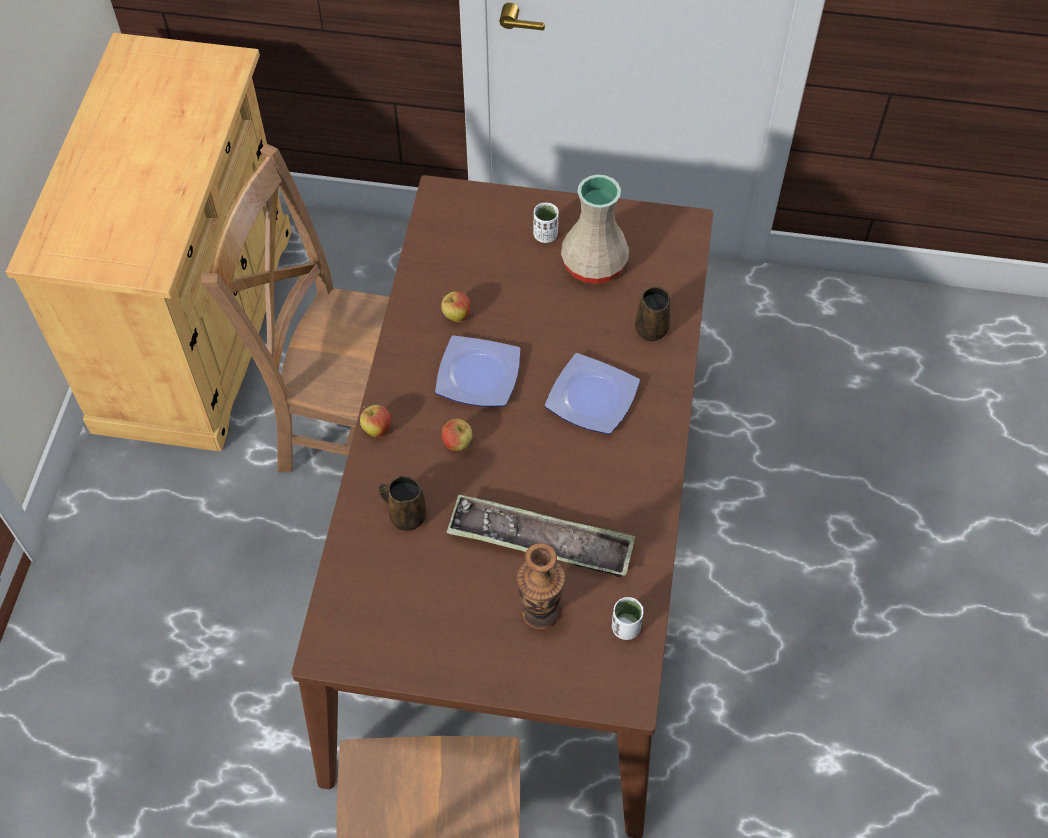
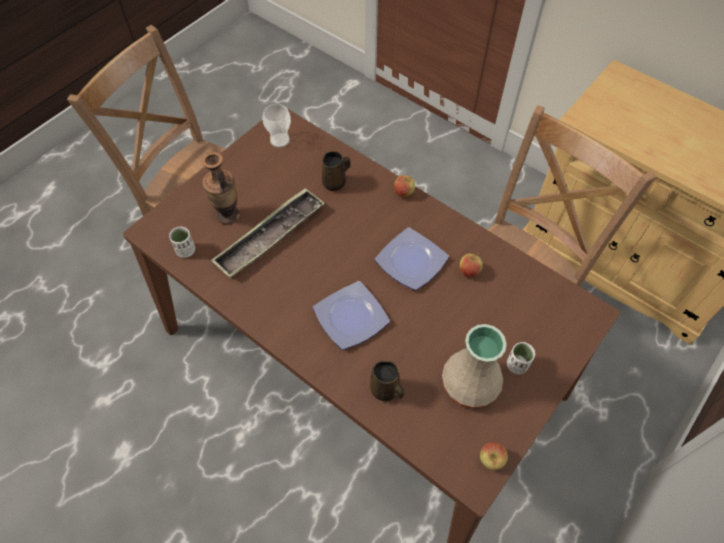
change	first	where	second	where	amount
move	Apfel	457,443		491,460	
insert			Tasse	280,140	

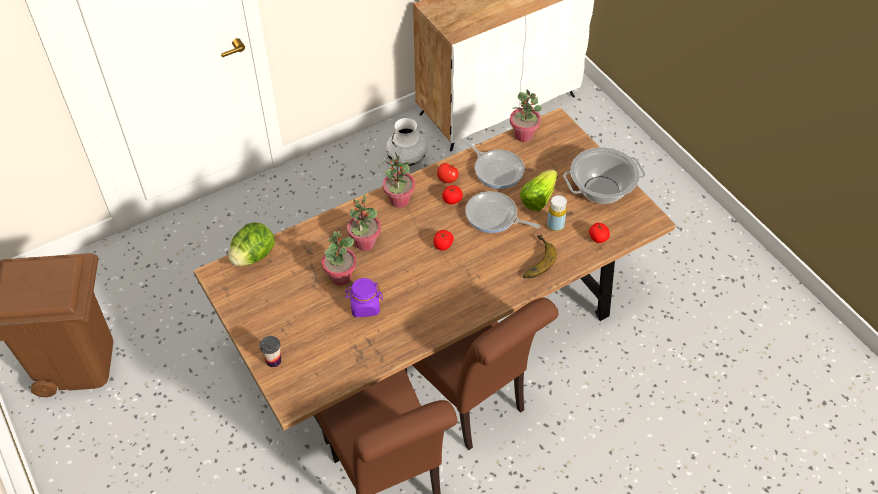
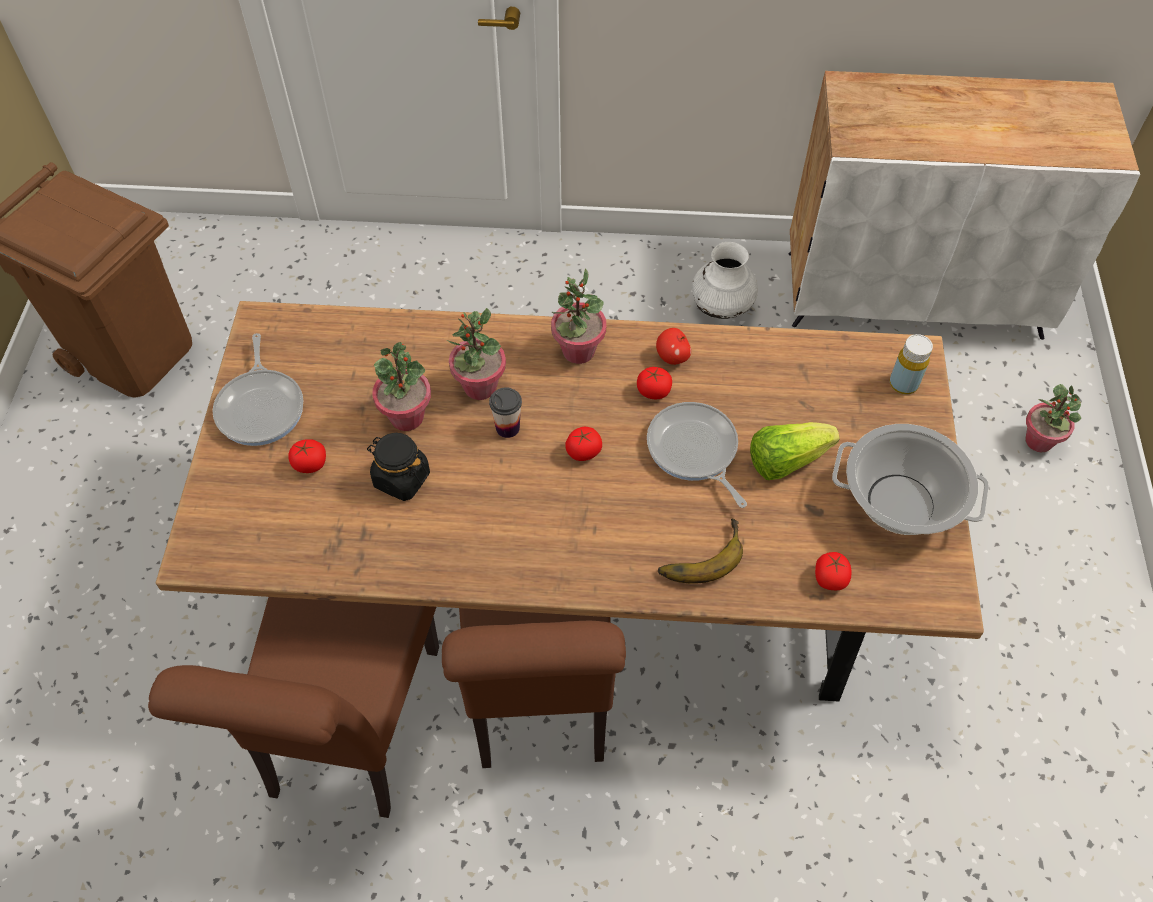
change	first	where	second	where	amount
move	Topfpflanze	524,135		1039,441	
move	Pfanne	496,170		261,407	
move	Flasche/gelb	555,225		903,384	
delete	Salatkopf	253,256			
recolor	Vorratsglas/lila	365,306	Vorratsglas/schwarz	401,479	
move	Tasse	273,360		507,428	
insert			Tomate	310,464	

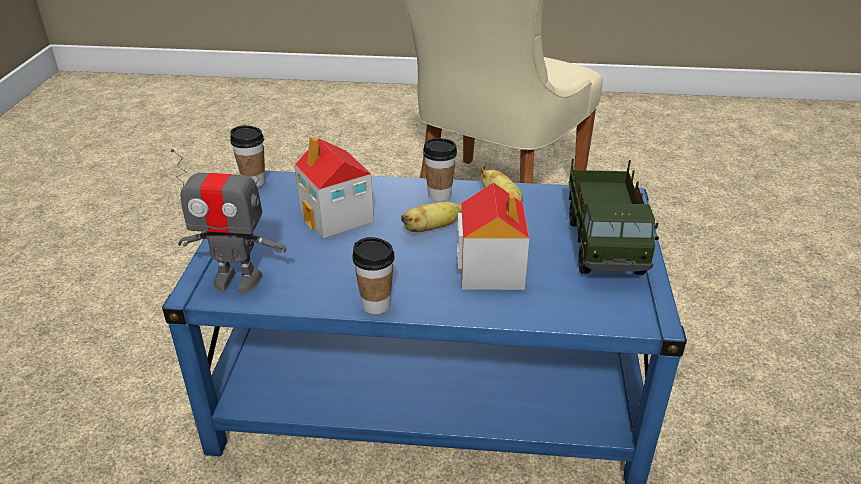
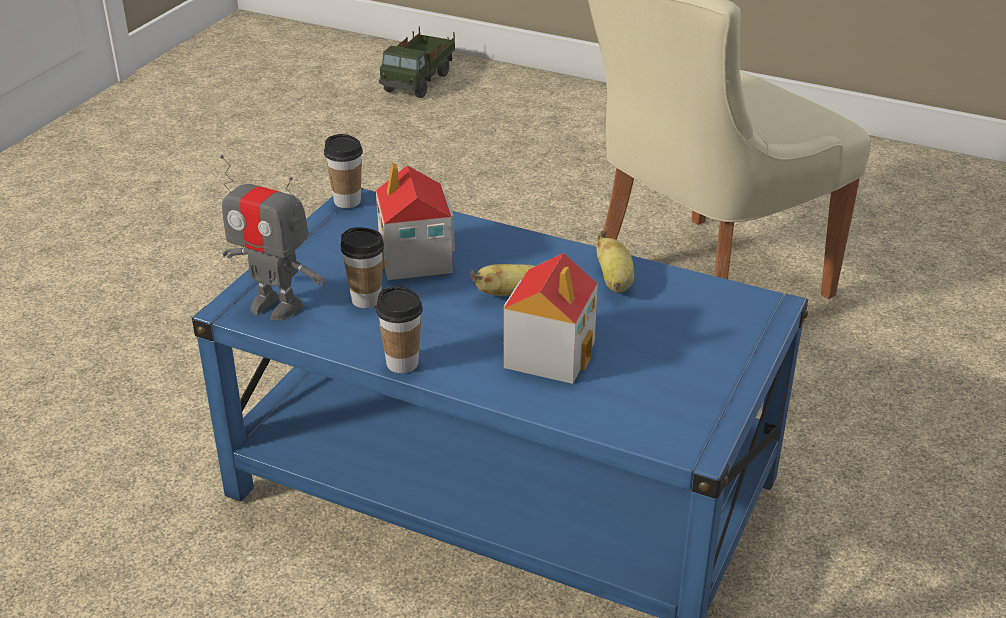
change	first	where	second	where	amount
move	Tasse	439,195		366,299	
move	Spielzeuglaster	604,243		419,82	

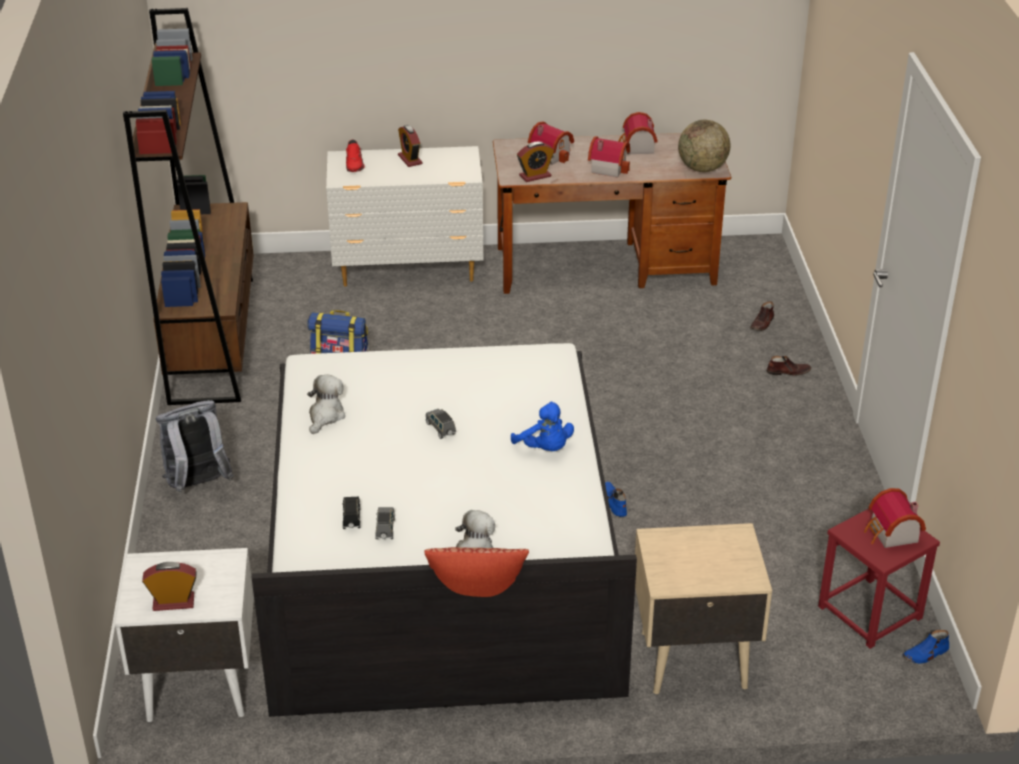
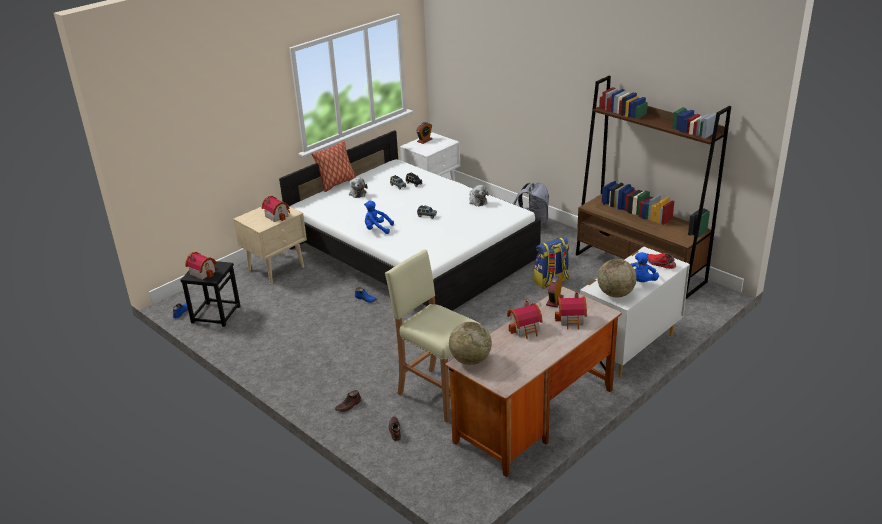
change	first	where	second	where	amount
move	Spielzeughaus	636,148		277,215	
replace	Wecker	410,159	Plüschtier/blau	641,281	
recolor	Hocker/rot	870,613	Hocker/schwarz	215,314	
insert			Hocker/beige	438,394	
insert			Globus	615,294	

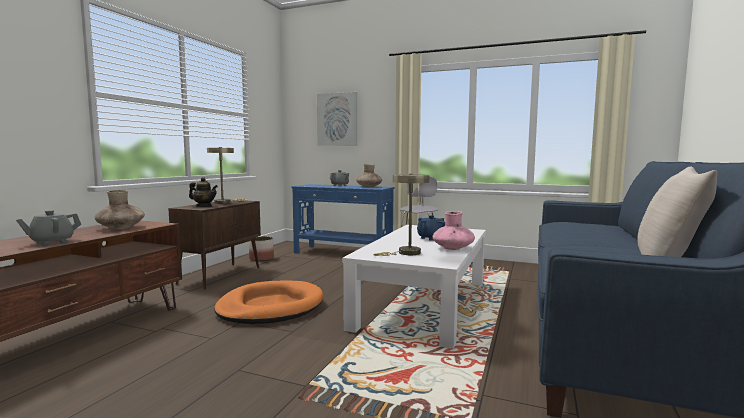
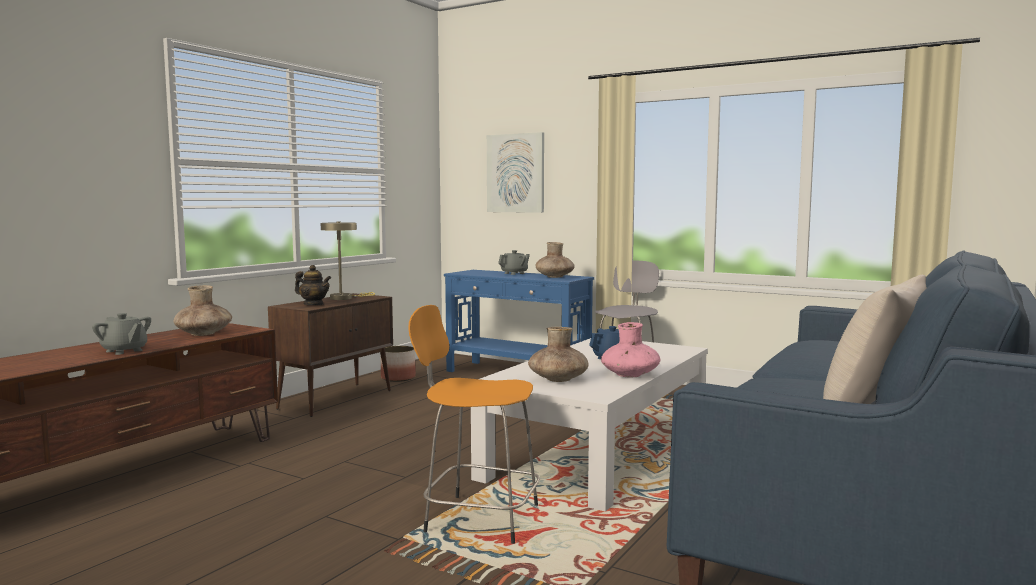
change	first	where	second	where	amount
replace	Tischlampe/beige	406,253	Vase/braun	558,379	
rotate	Teekanne/grau	51,242		124,351	105 degrees counterclockwise
delete	Hundebett/orange	270,307			
insert			Hocker/orange	478,518	

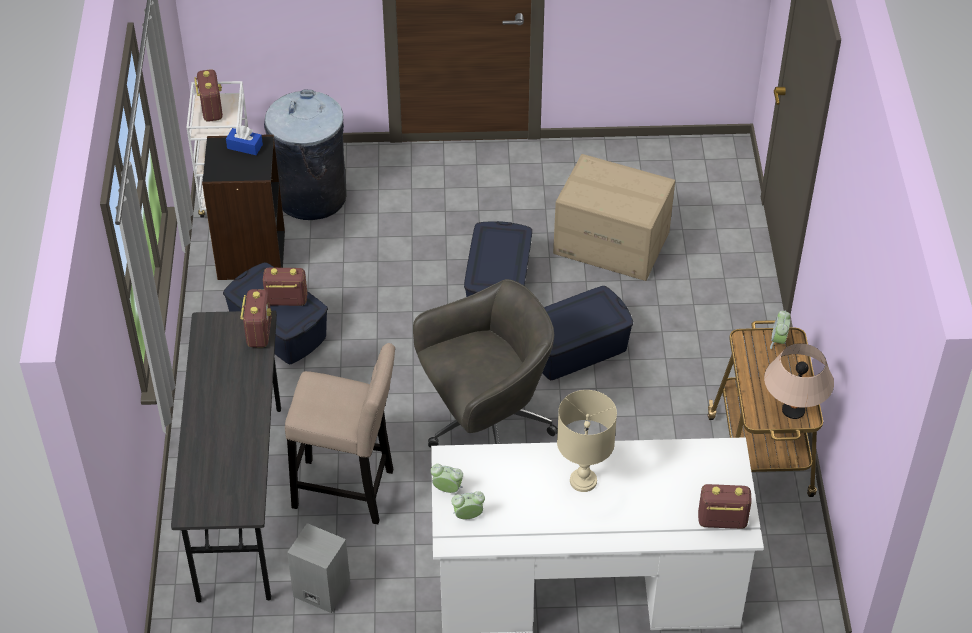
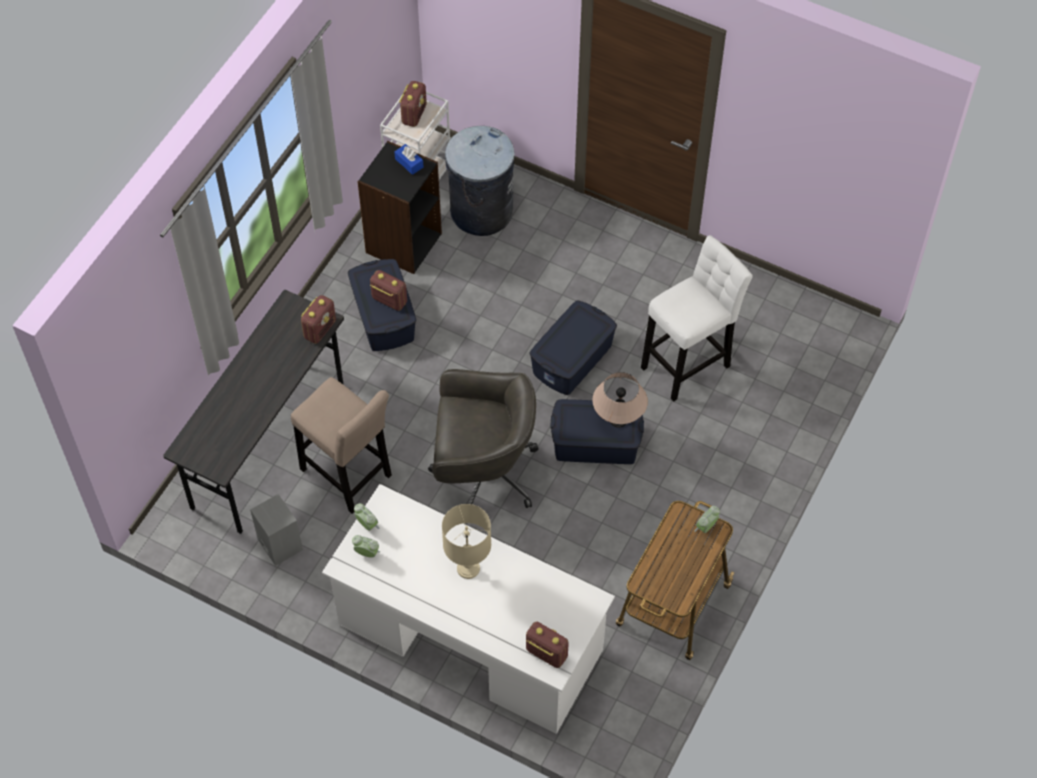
change	first	where	second	where	amount
replace	Karton	612,242	Hocker/weiß	689,363	
move	Tischlampe/beige	793,411		618,420	

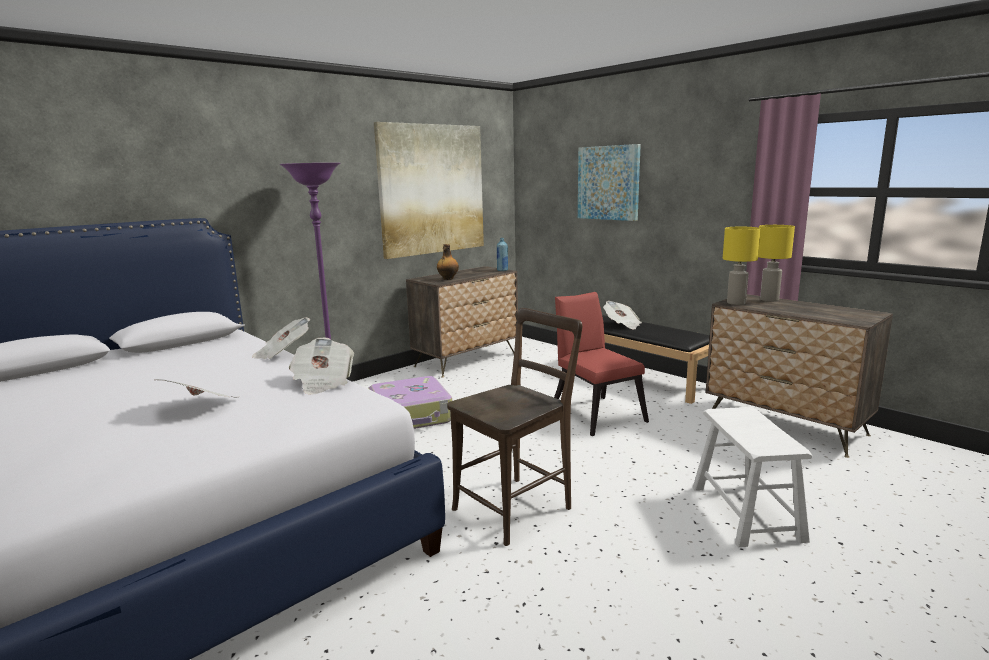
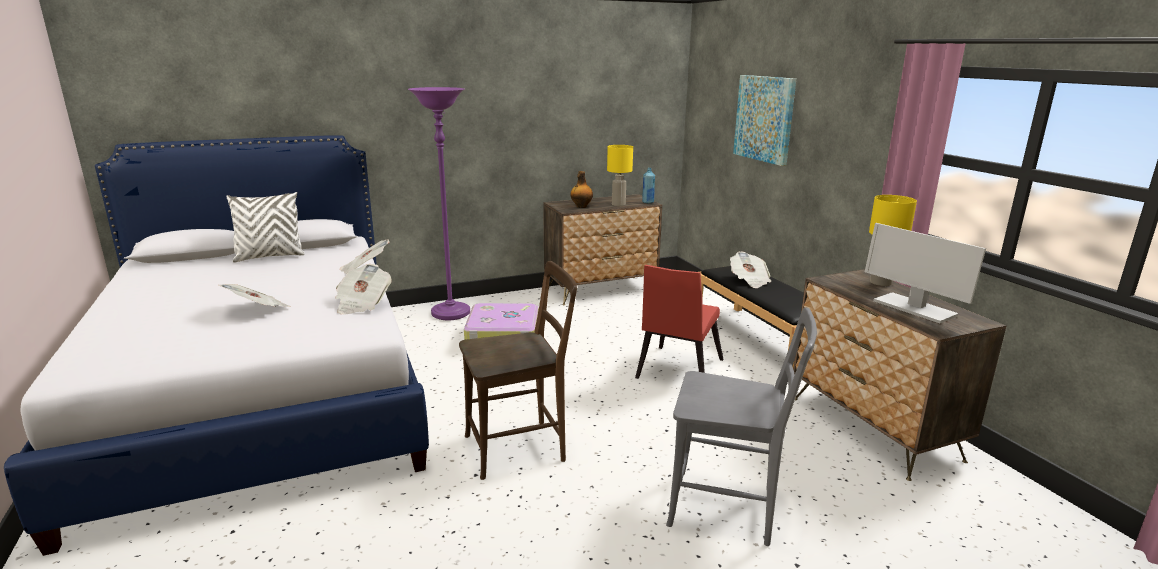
change	first	where	second	where	amount
delete	Bild	432,189			
move	Tischlampe/gelb	736,303		619,205	
rotate	Stuhl/rot	595,413		677,371	150 degrees counterclockwise
replace	Hocker/weiß	746,512	Stuhl/grau	729,509	
insert			Kissen/weiß	270,256	
insert			Monitor	913,308	

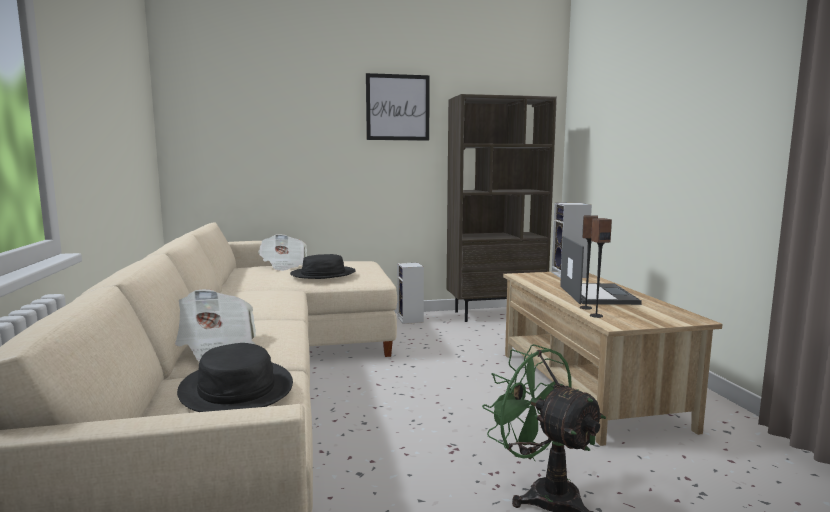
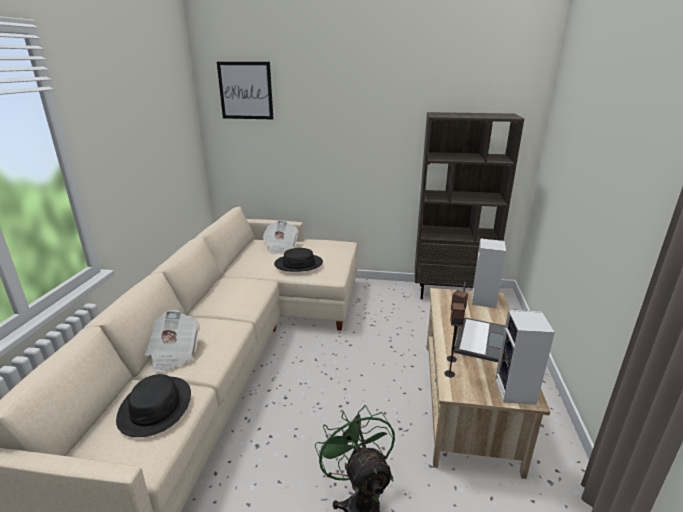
change	first	where	second	where	amount
move	Bild	397,107		245,90	
move	Lautsprecher	411,320		516,392	

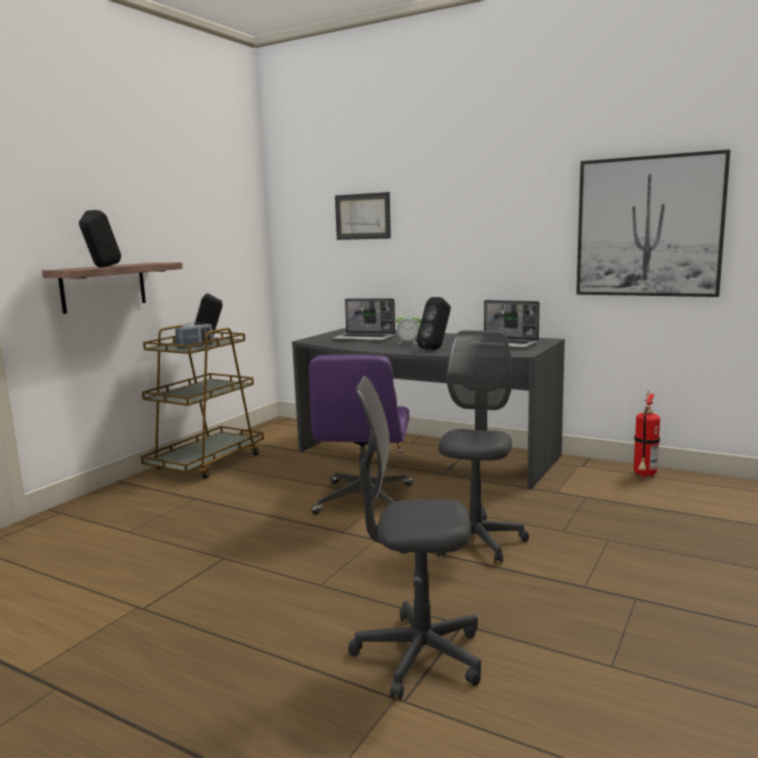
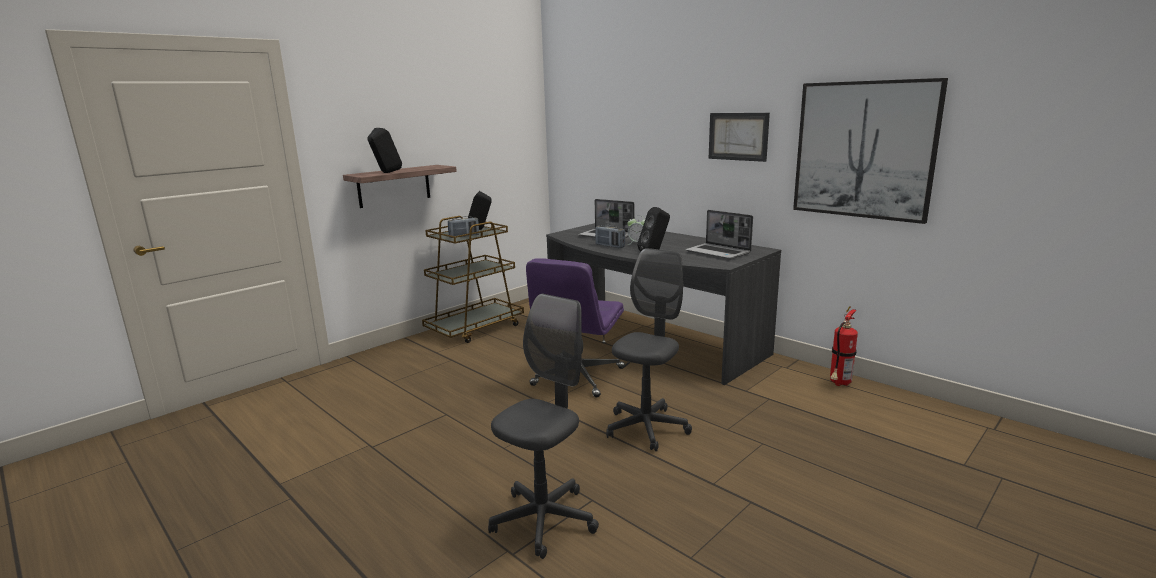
change	first	where	second	where	amount
move	Bild	363,216		738,136	
rotate	Bürostuhl/grau	419,656		544,520	105 degrees clockwise
insert			Radio	610,246	

